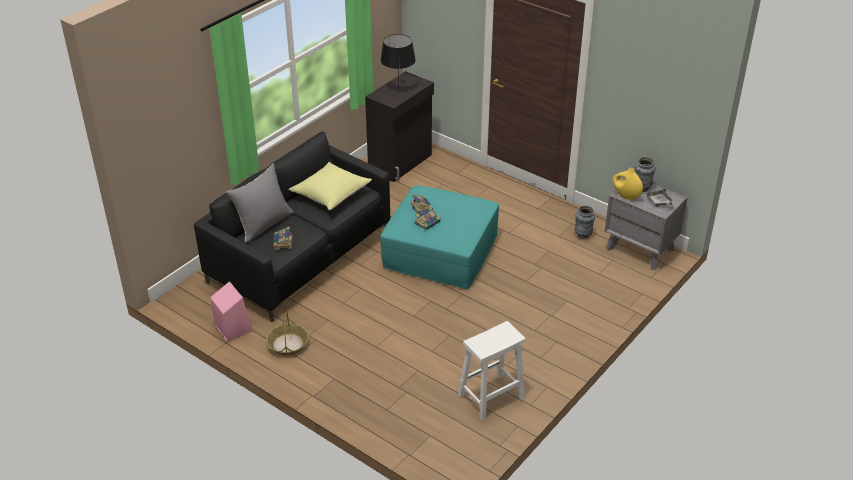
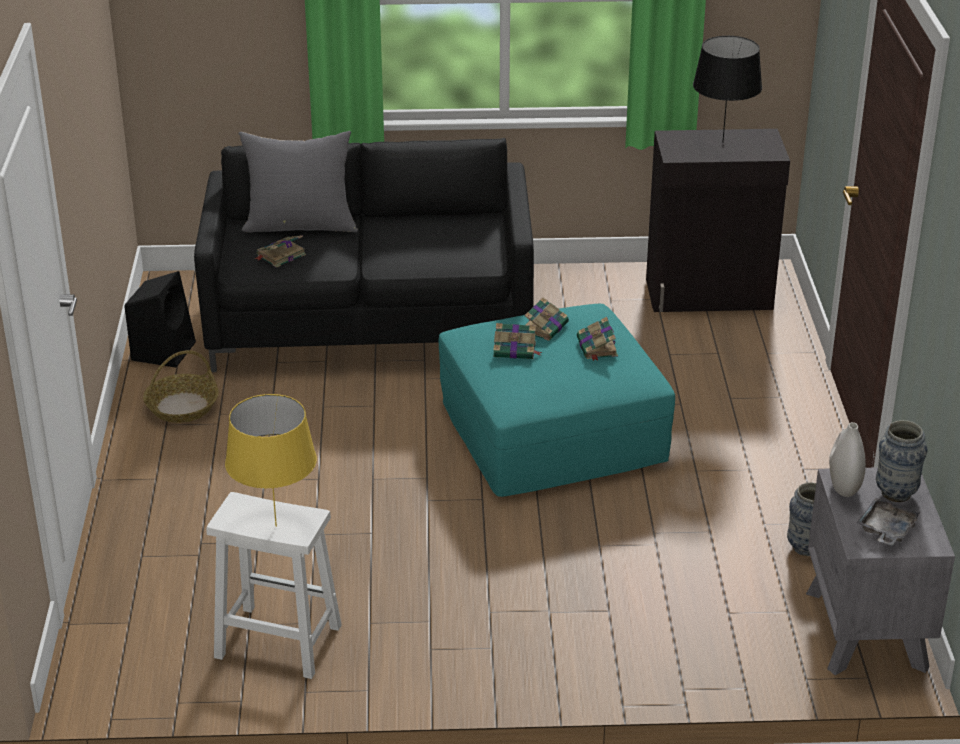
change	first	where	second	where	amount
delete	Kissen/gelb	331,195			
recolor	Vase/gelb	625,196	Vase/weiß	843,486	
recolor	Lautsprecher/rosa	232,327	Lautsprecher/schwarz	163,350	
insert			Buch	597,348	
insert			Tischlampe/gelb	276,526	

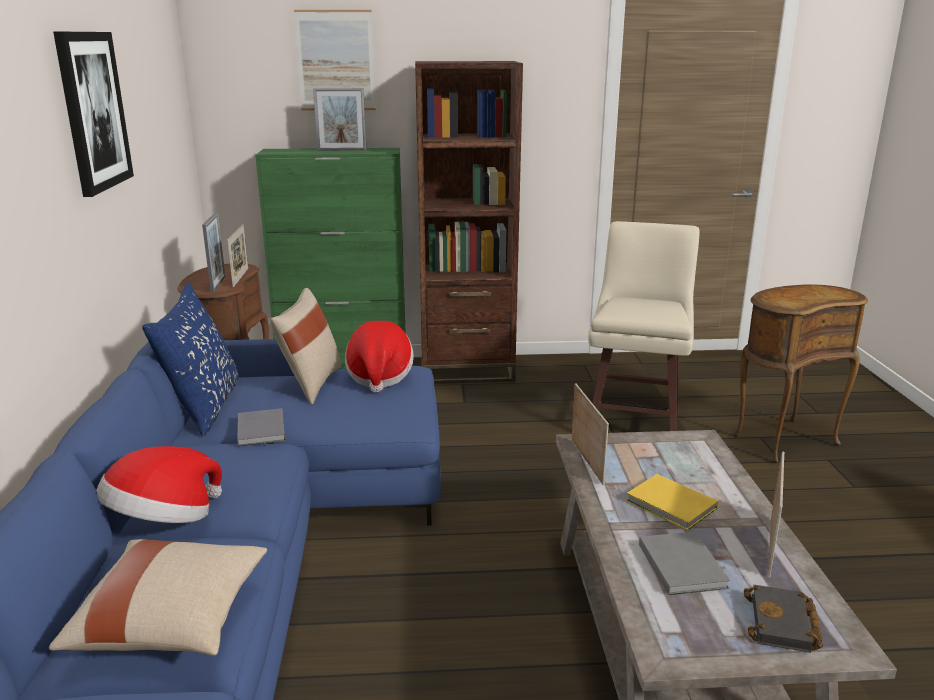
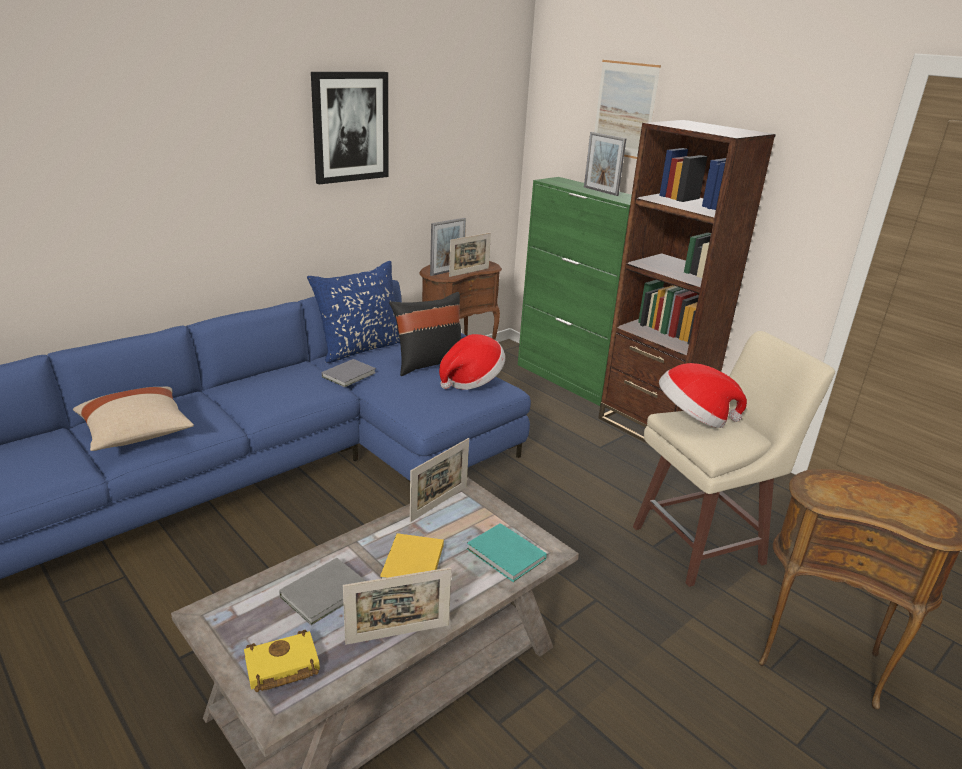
change	first	where	second	where	amount
recolor	Kissen/beige	310,384	Kissen/schwarz	428,364	
move	Hut	164,521		693,418	
recolor	Buch/schwarz	784,626	Buch/gelb	280,667	
insert			Buch/türkis	506,556	

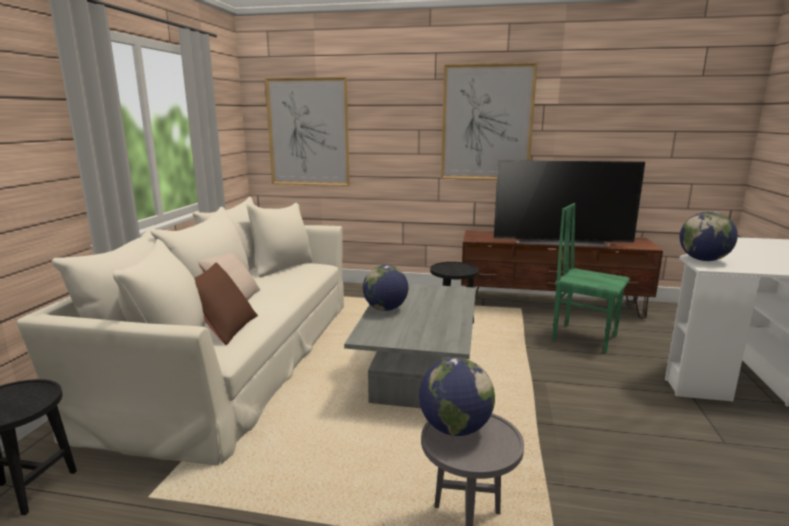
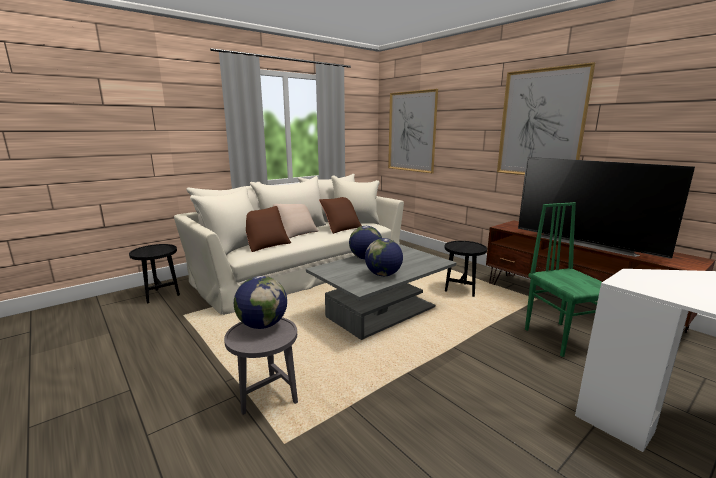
change	first	where	second	where	amount
move	Globus	703,260		383,275	
insert			Kissen/braun	341,228	

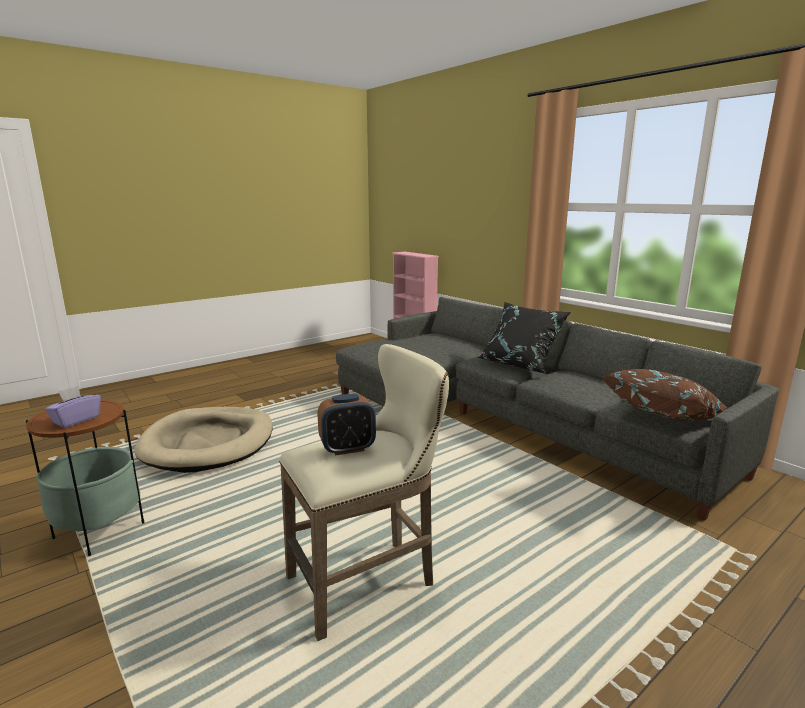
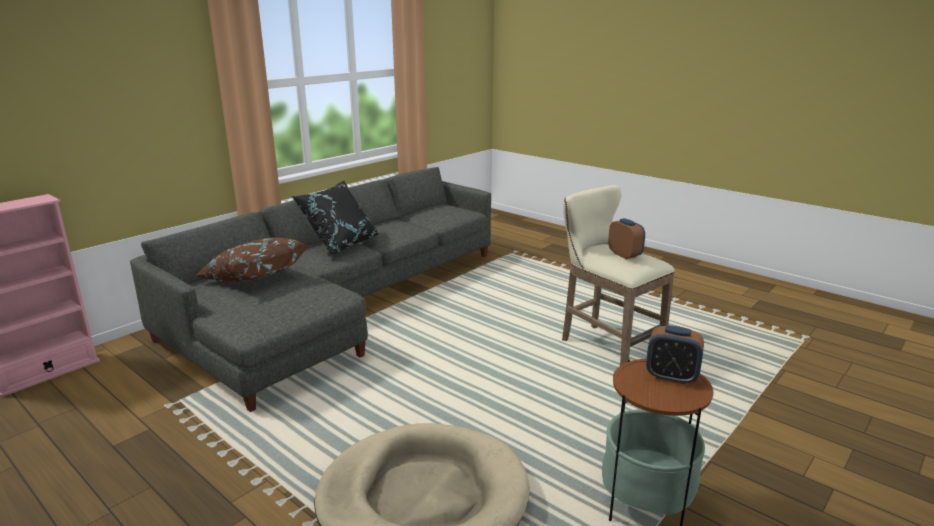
change	first	where	second	where	amount
move	Kissen/braun	664,416		253,278	
replace	Taschentuchbox/lila	76,420	Wecker	671,377	

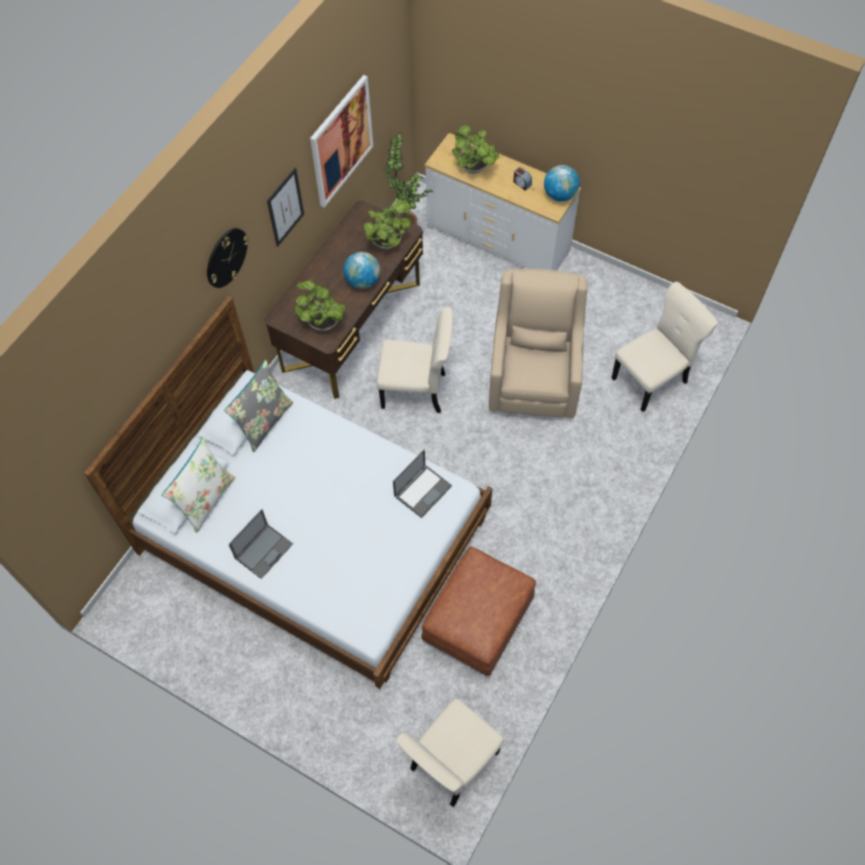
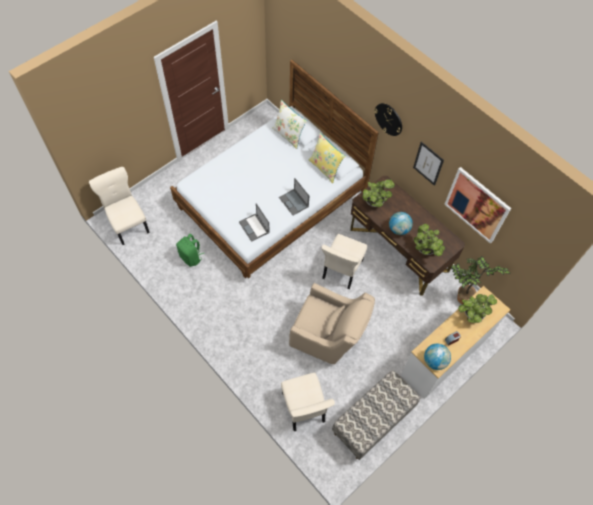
change	first	where	second	where	amount
recolor	Kissen/grau	264,421	Kissen/gelb	325,168	
move	Laptop	264,550		294,202	
replace	Polsterhocker/braun	477,620	Rucksack/grün	191,257	
insert			Bank	373,421	

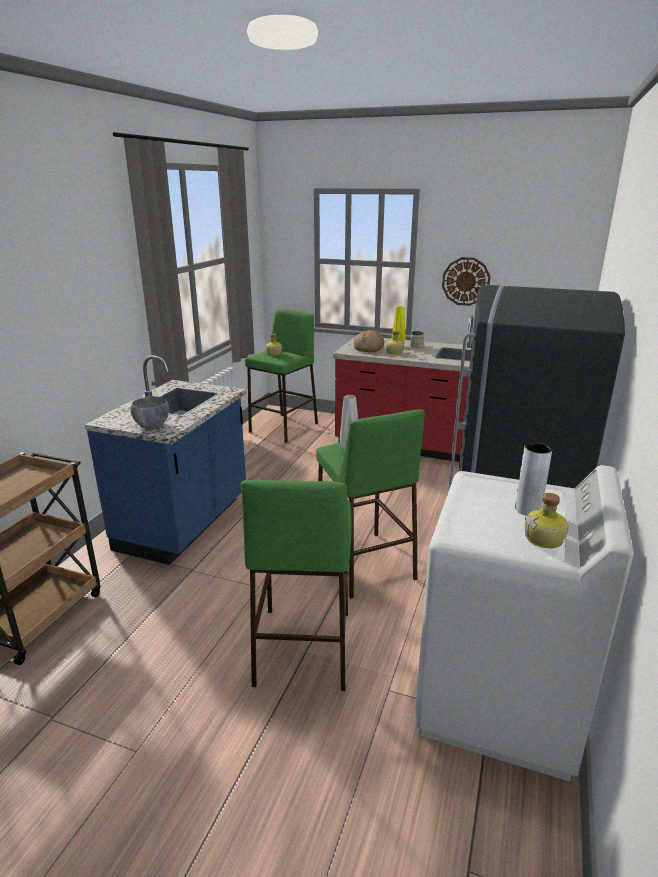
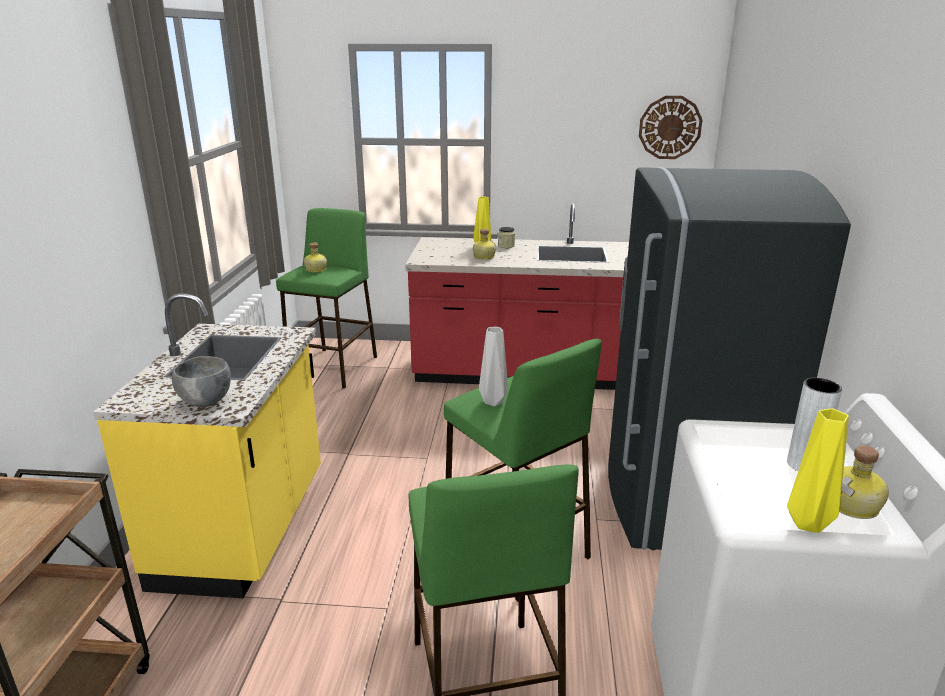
change	first	where	second	where	amount
move	Wanduhr	465,281		670,127	
delete	Brot	369,348			
recolor	Küchenzeile/blau	185,524	Küchenzeile/gelb	245,530	
insert			Vase/gelb	808,525	

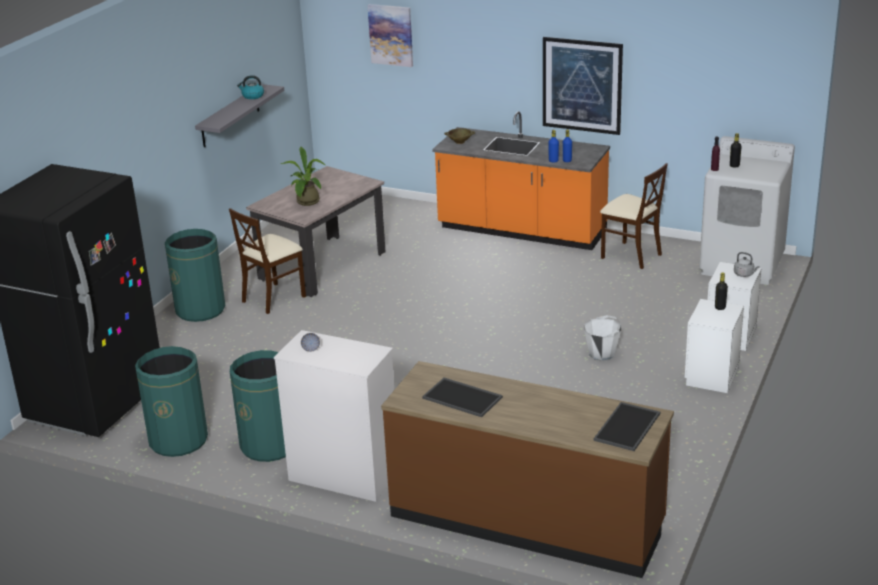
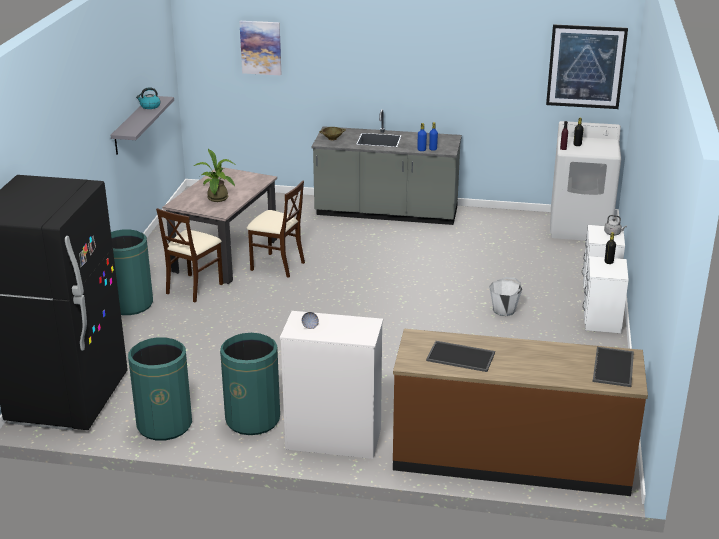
change	first	where	second	where	amount
move	Bild	582,85		586,66	
recolor	Küchenzeile/orange	521,231	Küchenzeile/grau	386,213	
move	Stuhl/beige	631,255		277,265	

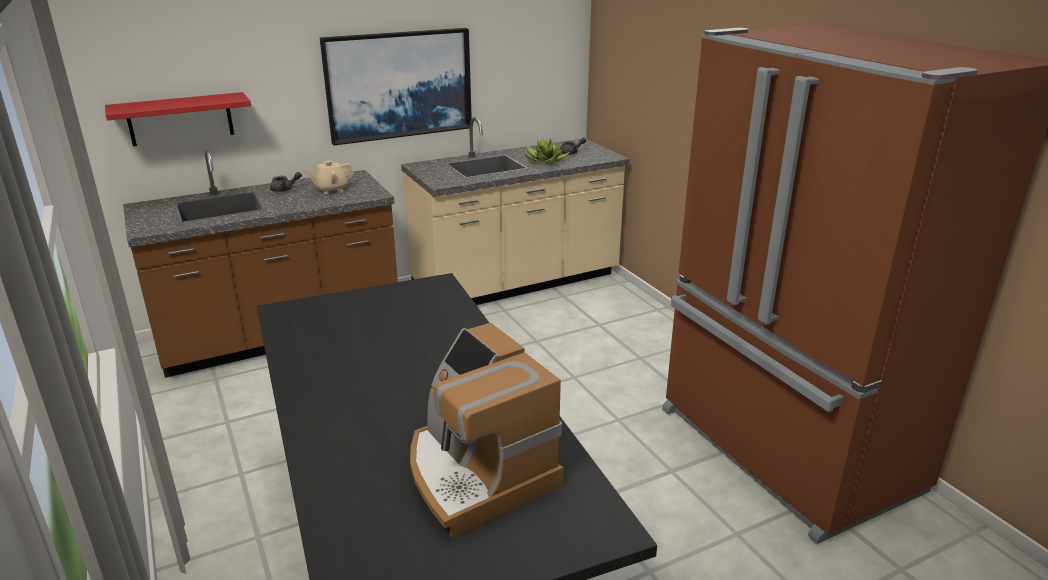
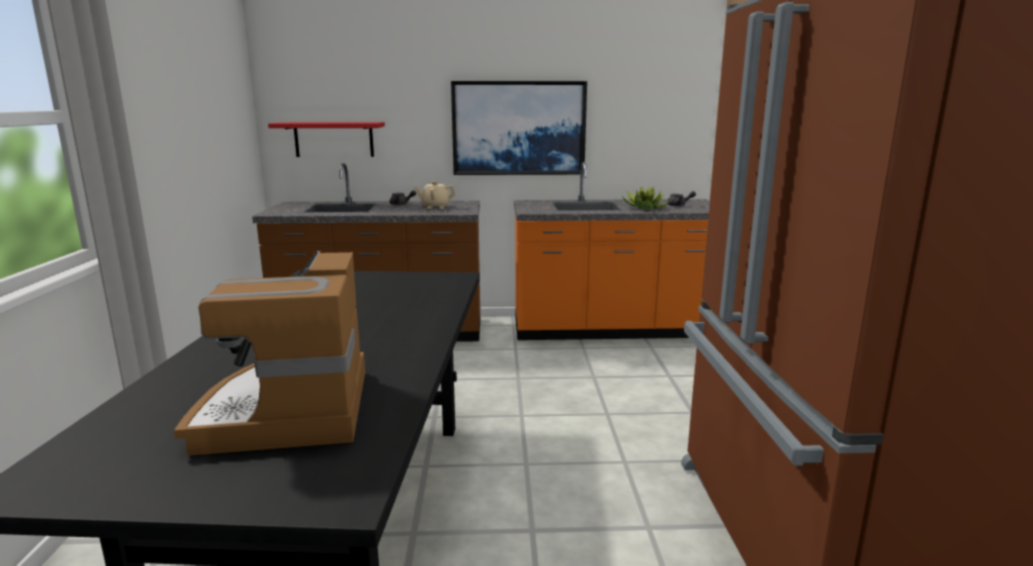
change	first	where	second	where	amount
recolor	Küchenzeile/beige	517,284	Küchenzeile/orange	612,330	

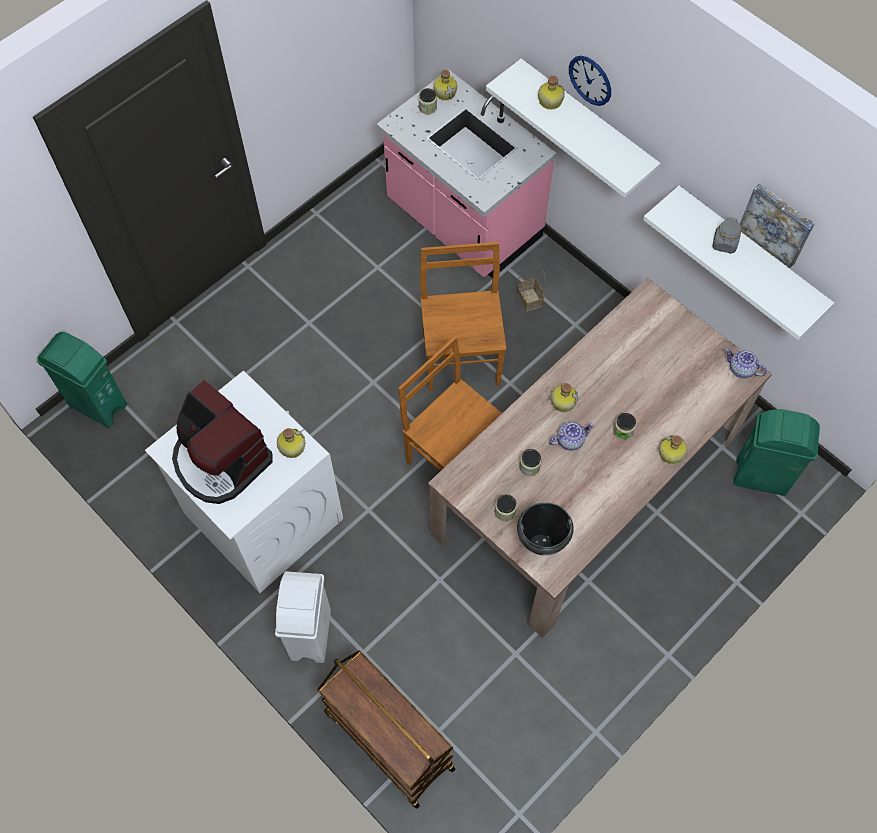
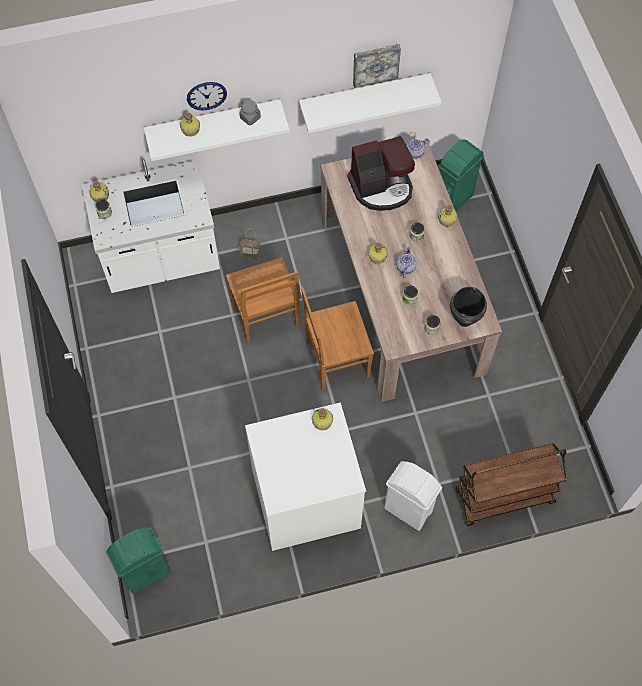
change	first	where	second	where	amount
recolor	Küchenzeile/rosa	463,222	Küchenzeile/weiß	161,260	
move	Vorratsglas/grau	724,243		250,117	
rotate	Stuhl/braun	461,357		266,317	135 degrees counterclockwise
move	Kaffeemaschine	220,460		382,187	

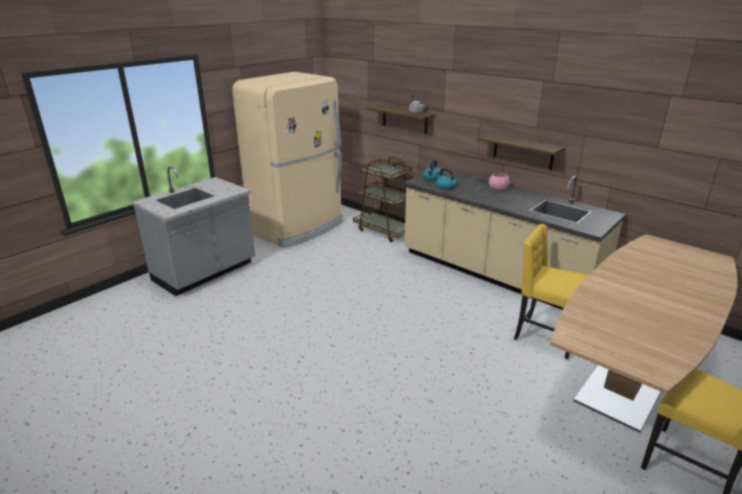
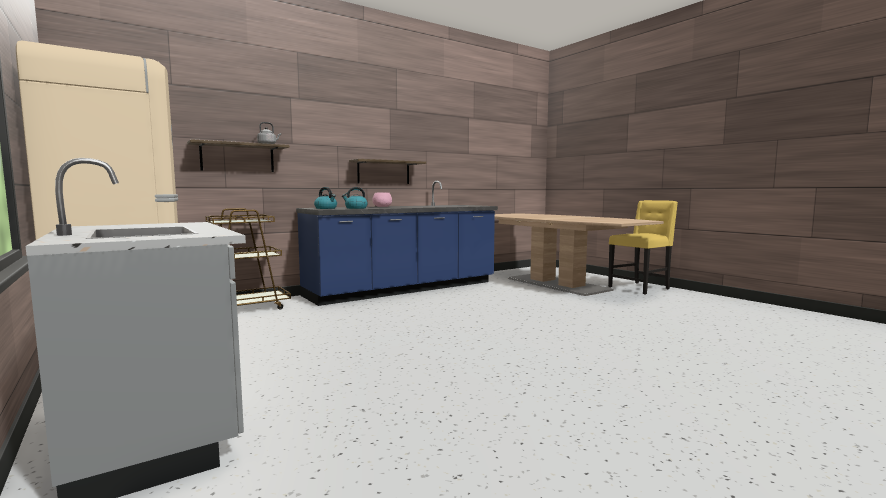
change	first	where	second	where	amount
recolor	Küchenzeile/beige	496,274	Küchenzeile/blau	404,289	
delete	Stuhl/gelb	545,336			

